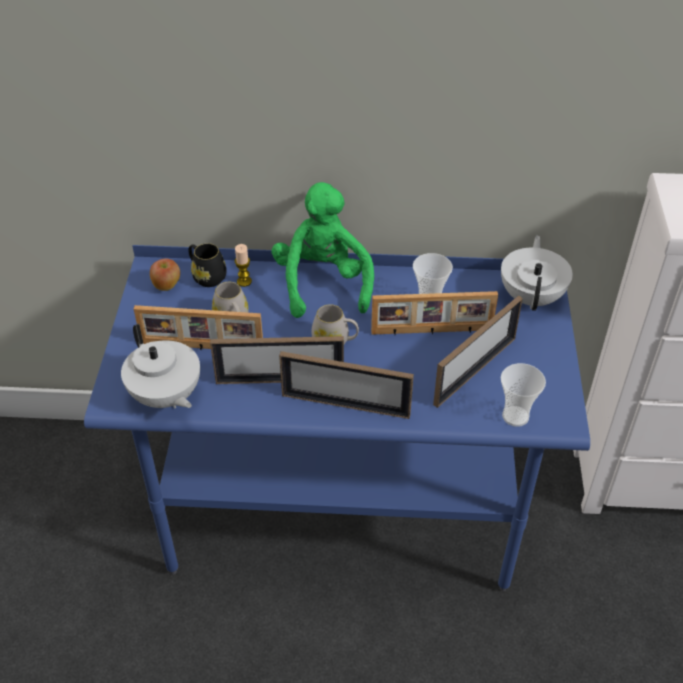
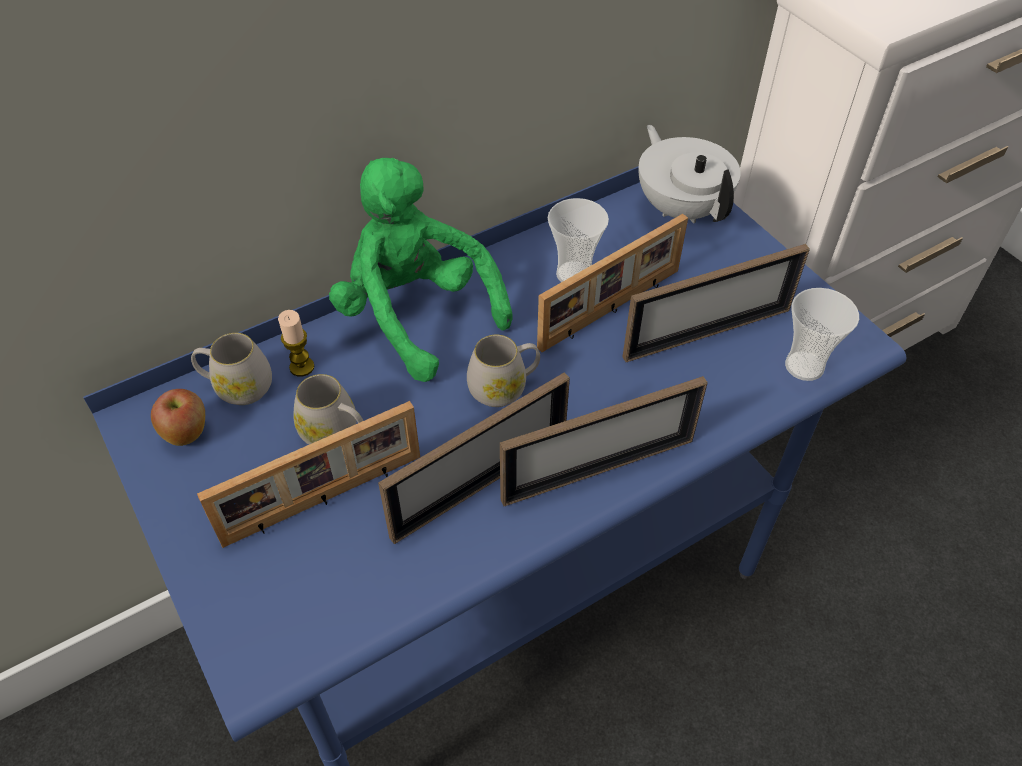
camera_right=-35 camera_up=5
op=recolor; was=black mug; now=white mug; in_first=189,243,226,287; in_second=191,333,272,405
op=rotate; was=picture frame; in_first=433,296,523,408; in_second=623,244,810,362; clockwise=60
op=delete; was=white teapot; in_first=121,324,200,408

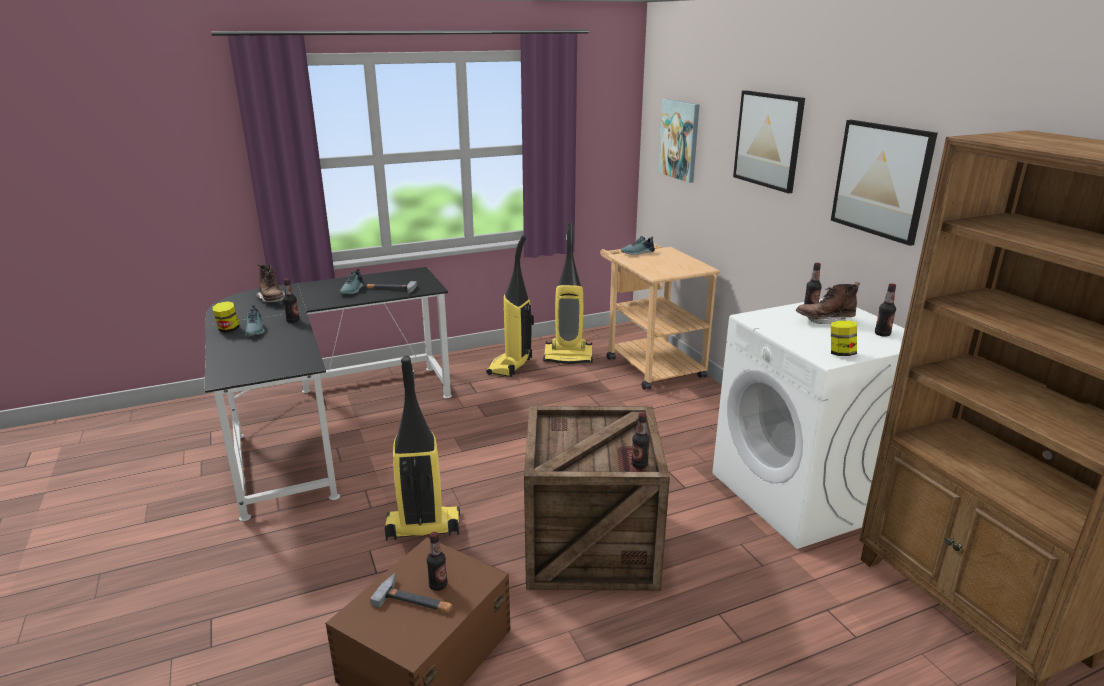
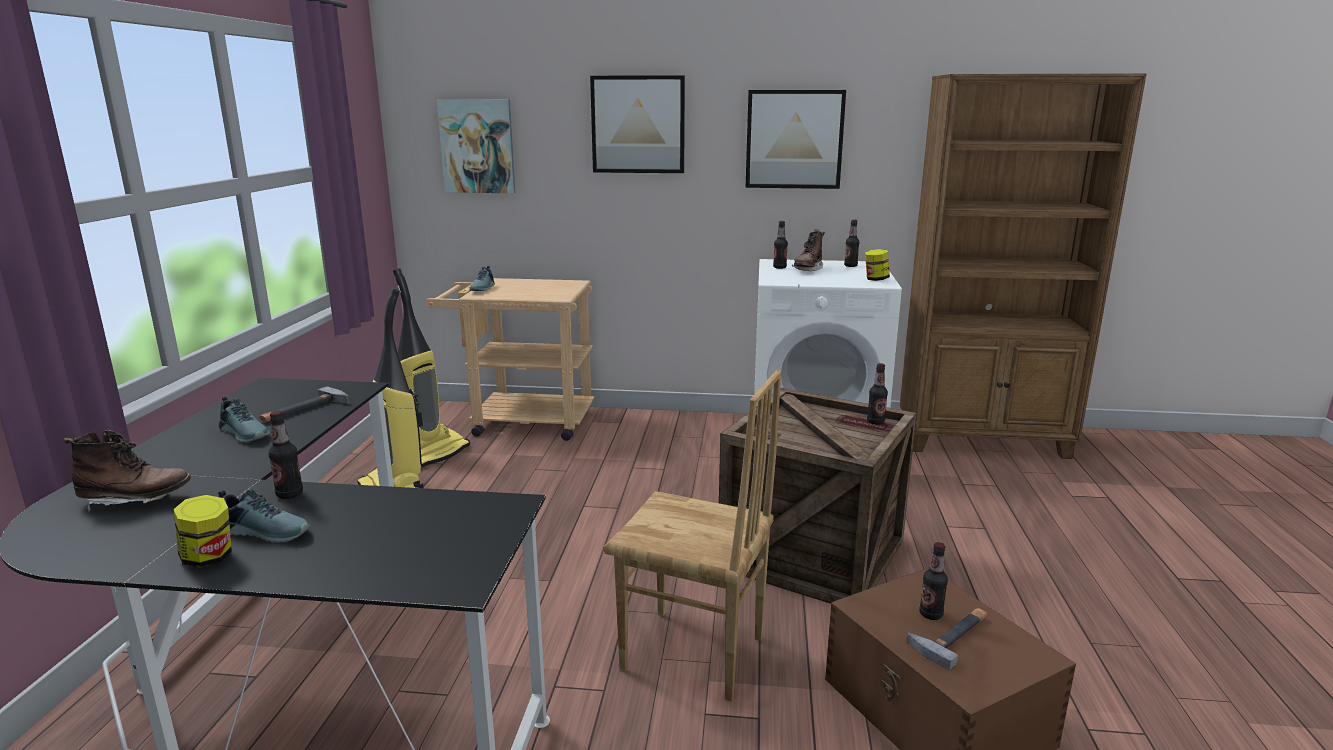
camera_right=-60 camera_up=-5
op=replace; was=vacuum cleaner; now=brown chair; in_first=384,356,460,541; in_second=604,370,781,702

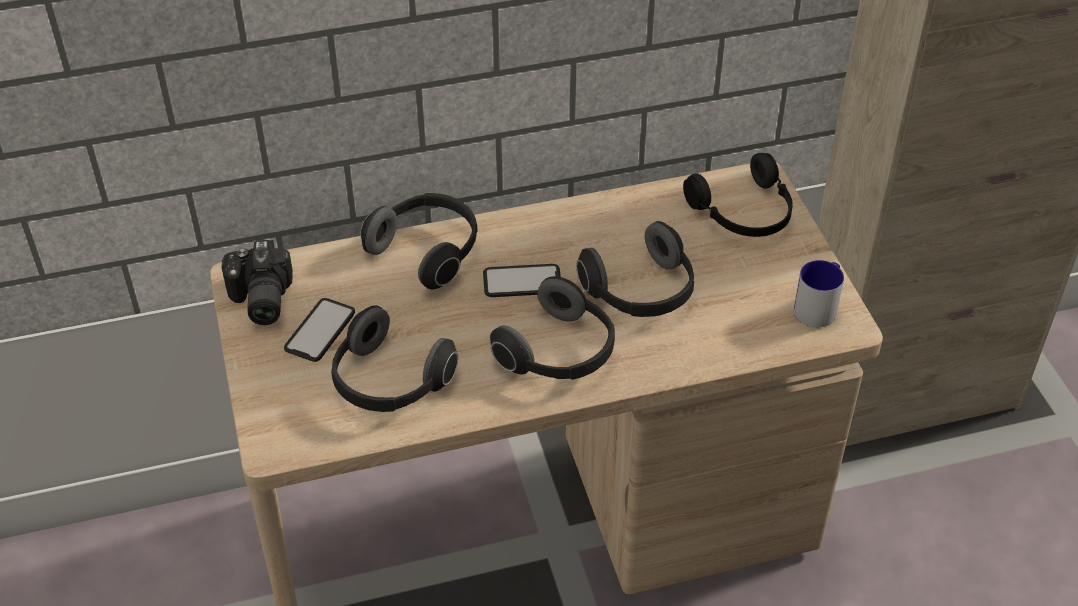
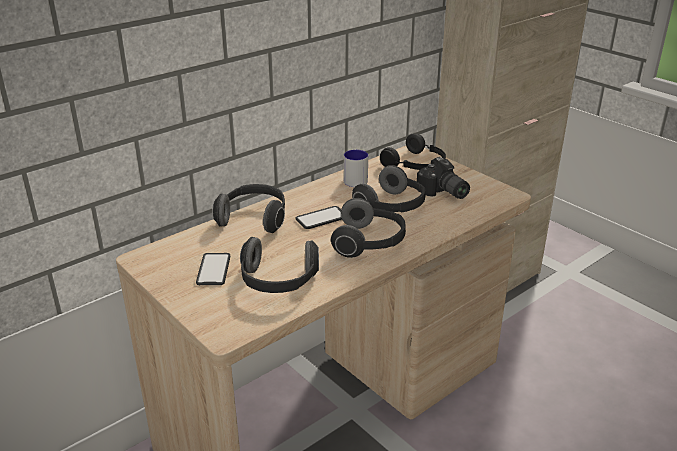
camera_right=-25 camera_up=-15
op=move; was=mug; in_first=793,260,844,328; in_second=344,150,368,187
op=move; was=photo camera; in_first=222,240,293,325; in_second=417,157,470,199

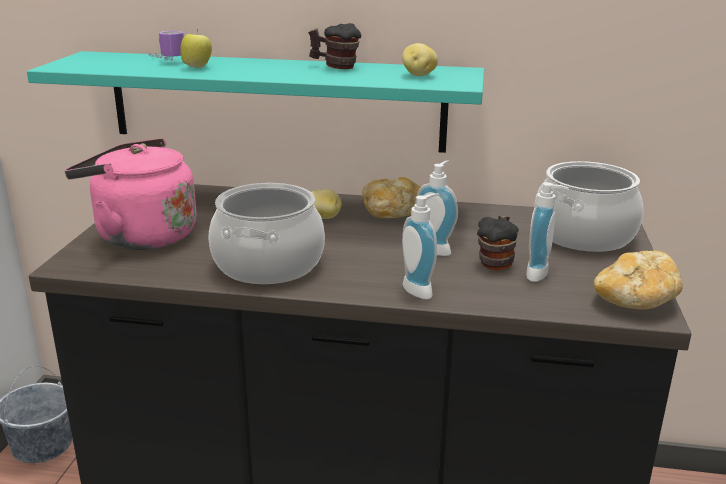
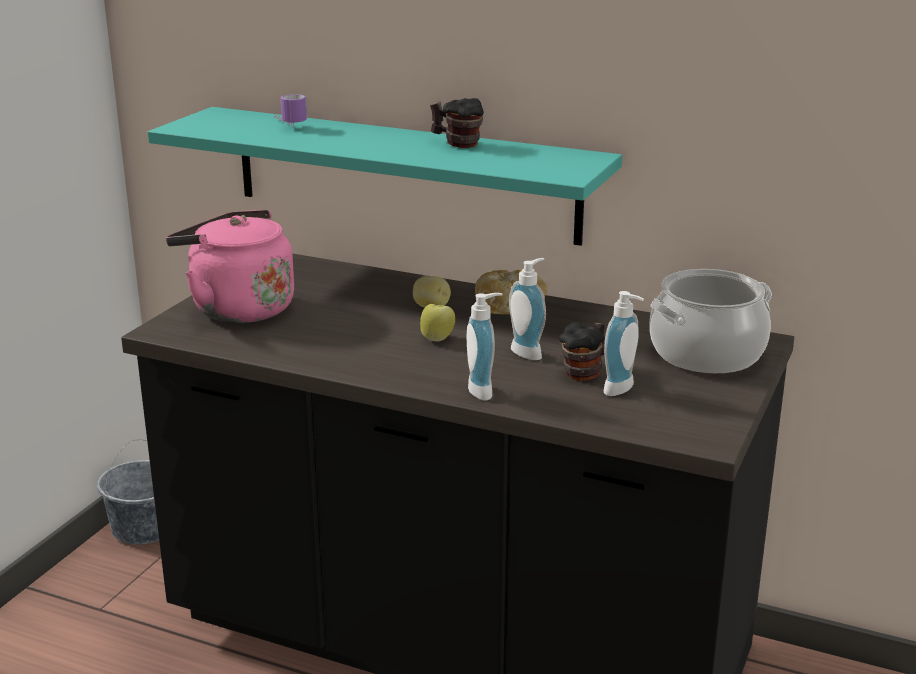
camera_right=15 camera_up=0
op=move; was=apple; in_first=180,29,212,68; in_second=420,304,455,342
op=delete; was=cooking pot; in_first=208,183,325,284
op=delete; was=potato; in_first=402,43,438,76
op=delete; was=bread; in_first=594,251,683,310

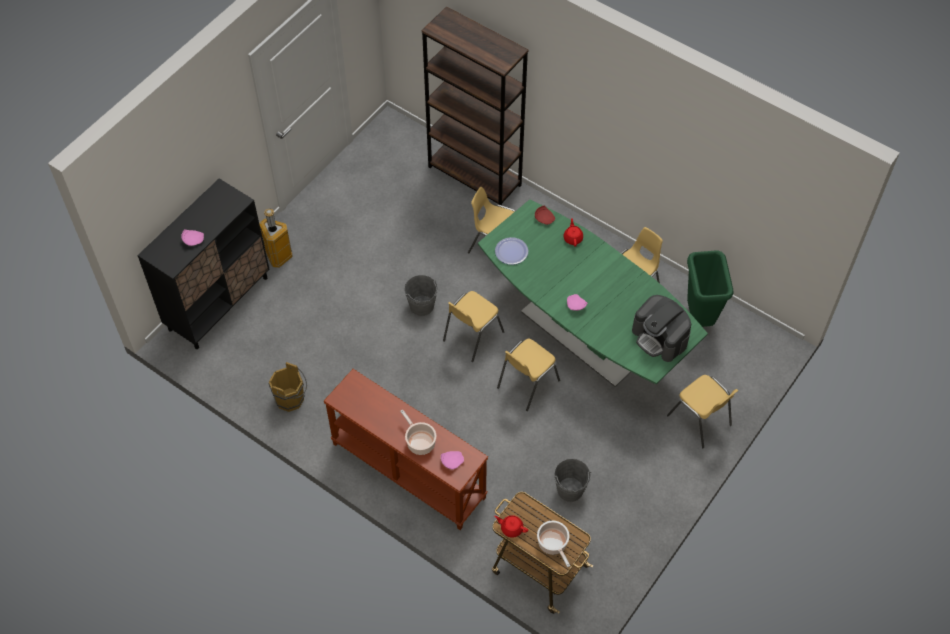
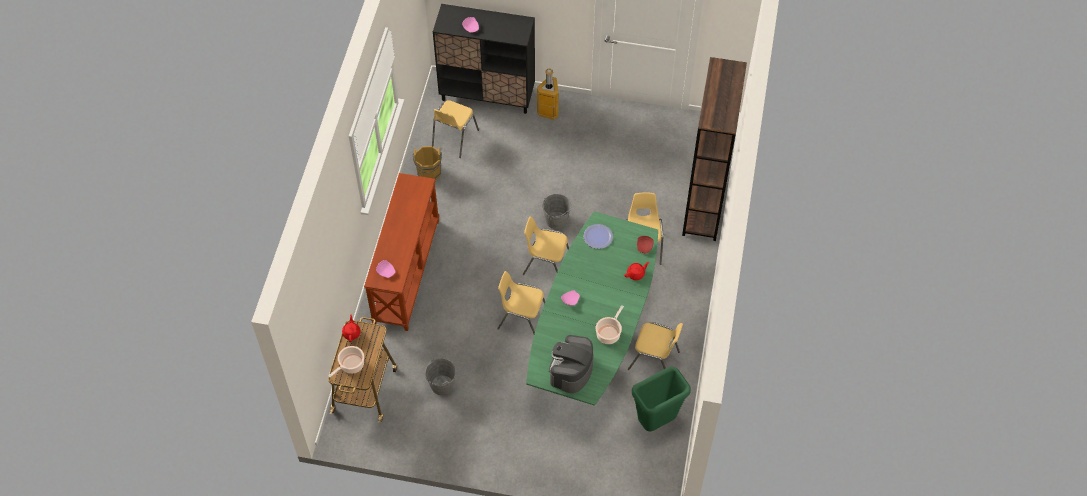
camera_right=65 camera_up=0
op=move; was=yellow chair; in_first=667,375,738,448; in_second=432,100,479,158
op=move; was=cooking pot; in_first=400,409,436,455; in_second=596,305,624,344

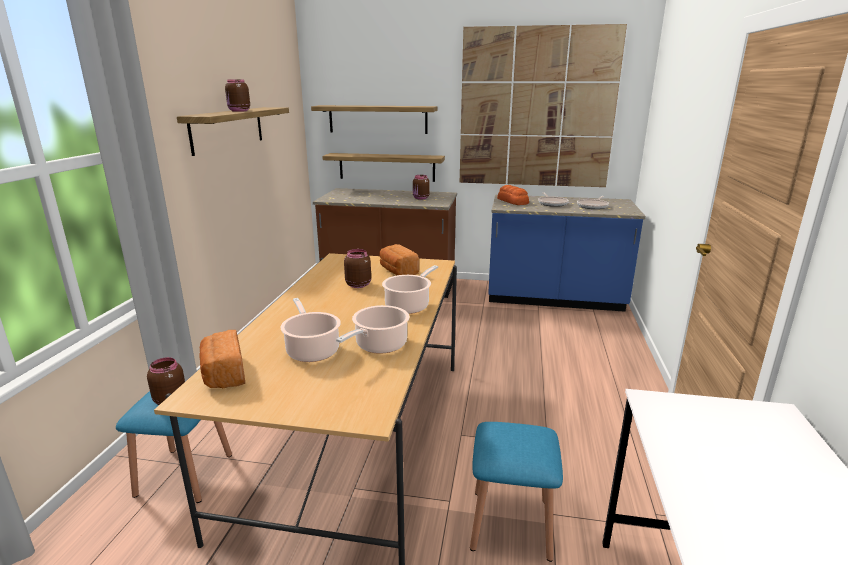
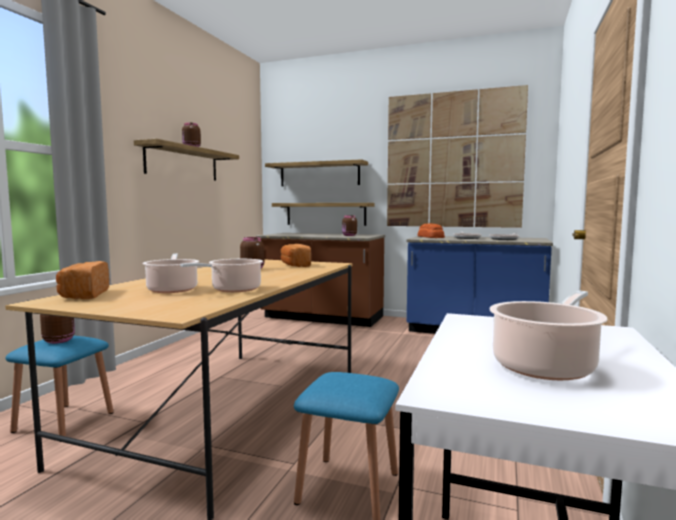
camera_right=10 camera_up=-15
op=move; was=cooking pot; in_first=382,265,438,314; in_second=489,291,608,380

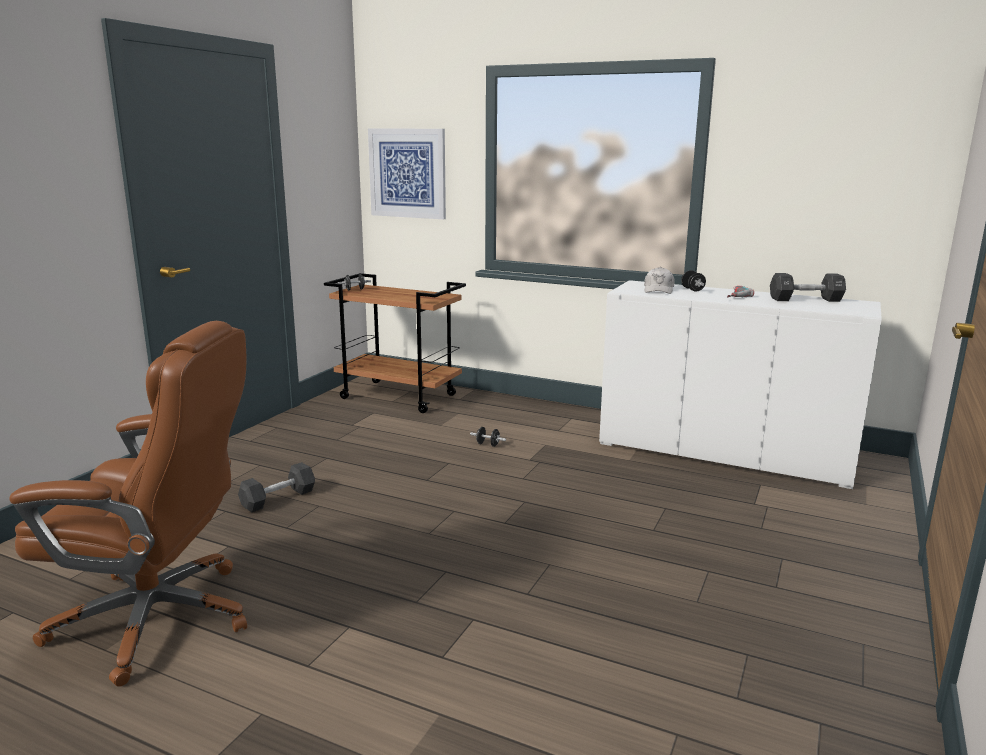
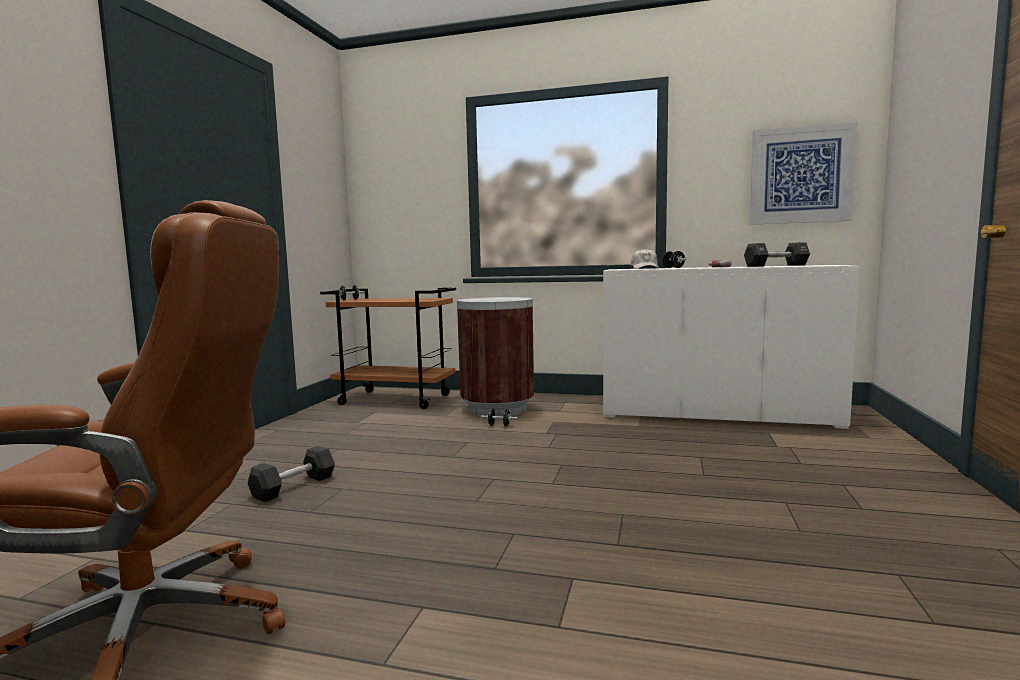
camera_right=-10 camera_up=-10
op=insert; now=brown trash can; in_second=457,297,534,416
op=move; was=picture; in_first=368,128,446,219; in_second=750,122,858,225

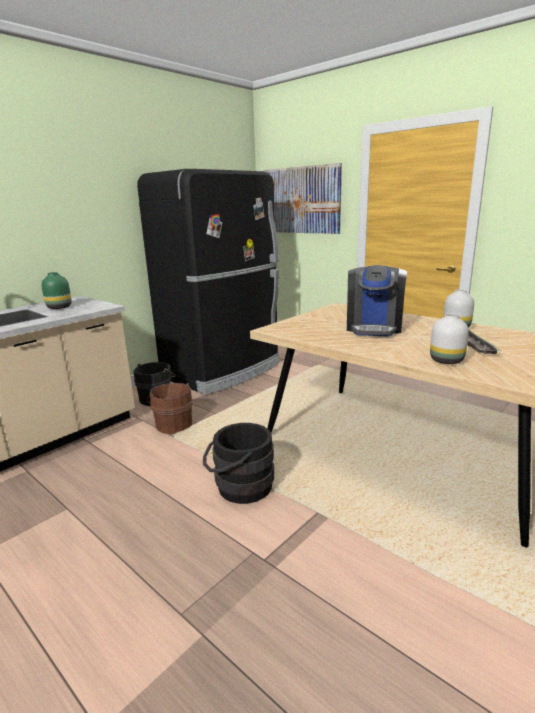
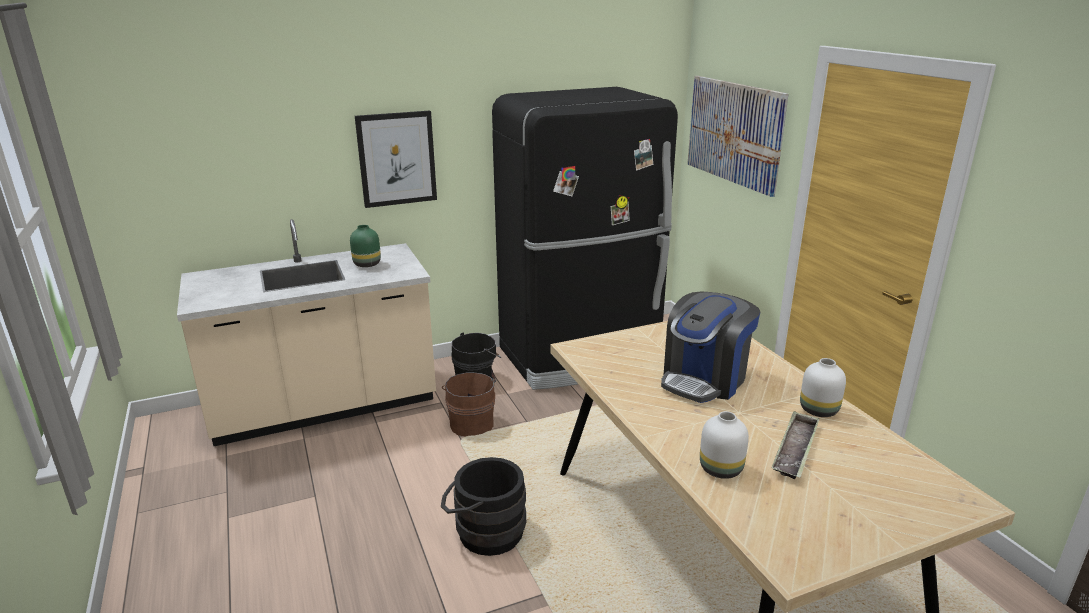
camera_right=25 camera_up=5
op=insert; now=picture; in_second=355,111,437,208

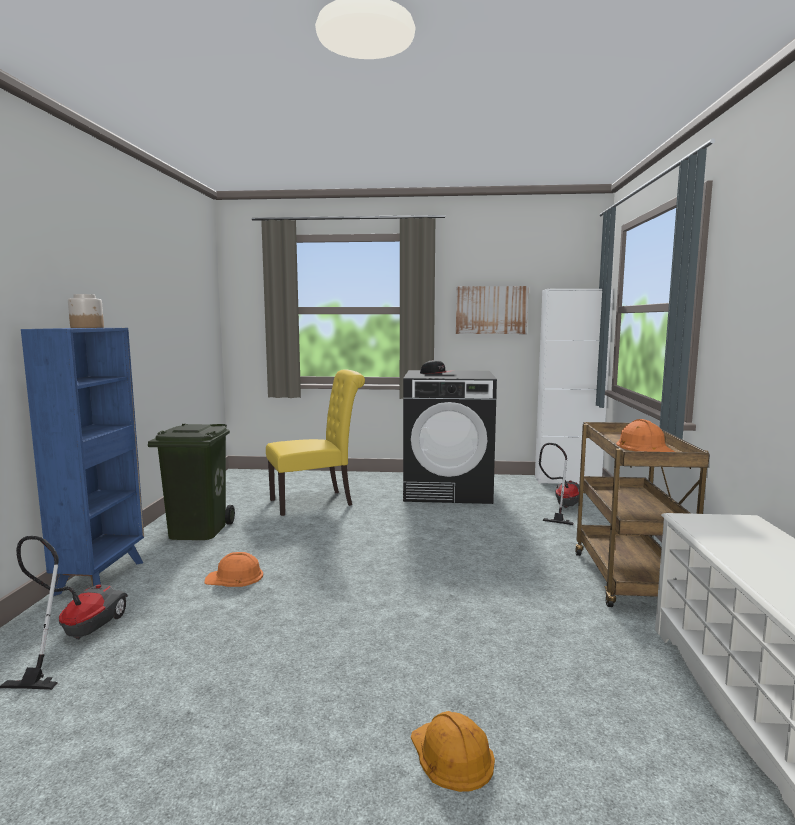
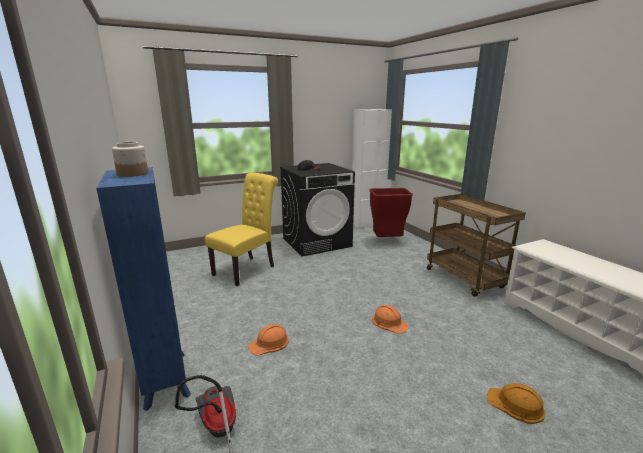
camera_right=-30 camera_up=10
op=replace; was=vacuum cleaner; now=red trash can; in_first=539,443,579,525; in_second=369,188,413,237
op=move; was=orange hard hat; in_first=616,419,675,452; in_second=372,305,409,334
op=delete; was=green trash can; in_first=148,424,235,540
op=delete; was=picture; in_first=456,286,529,334

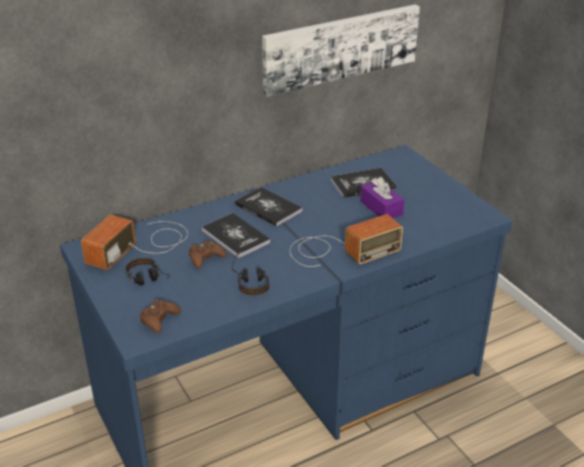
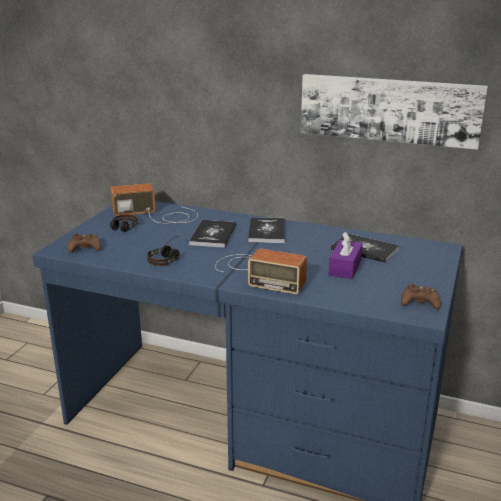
camera_right=50 camera_up=-10
op=move; was=brown game controller; in_first=189,240,227,269; in_second=401,283,441,309

